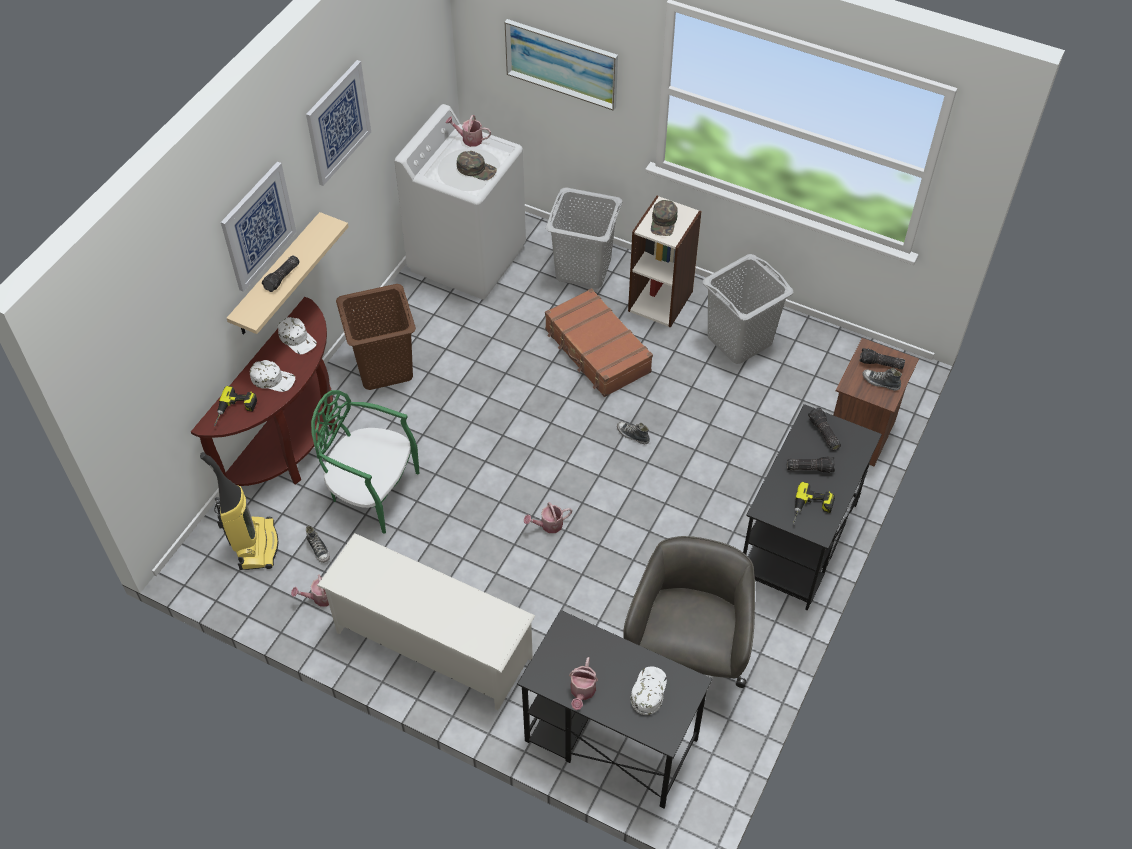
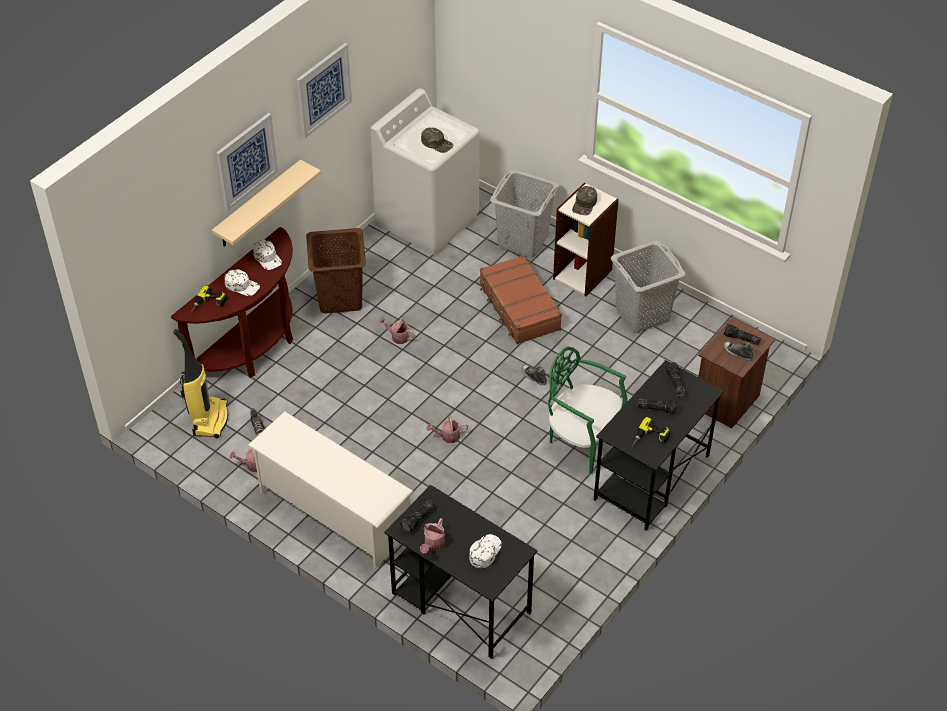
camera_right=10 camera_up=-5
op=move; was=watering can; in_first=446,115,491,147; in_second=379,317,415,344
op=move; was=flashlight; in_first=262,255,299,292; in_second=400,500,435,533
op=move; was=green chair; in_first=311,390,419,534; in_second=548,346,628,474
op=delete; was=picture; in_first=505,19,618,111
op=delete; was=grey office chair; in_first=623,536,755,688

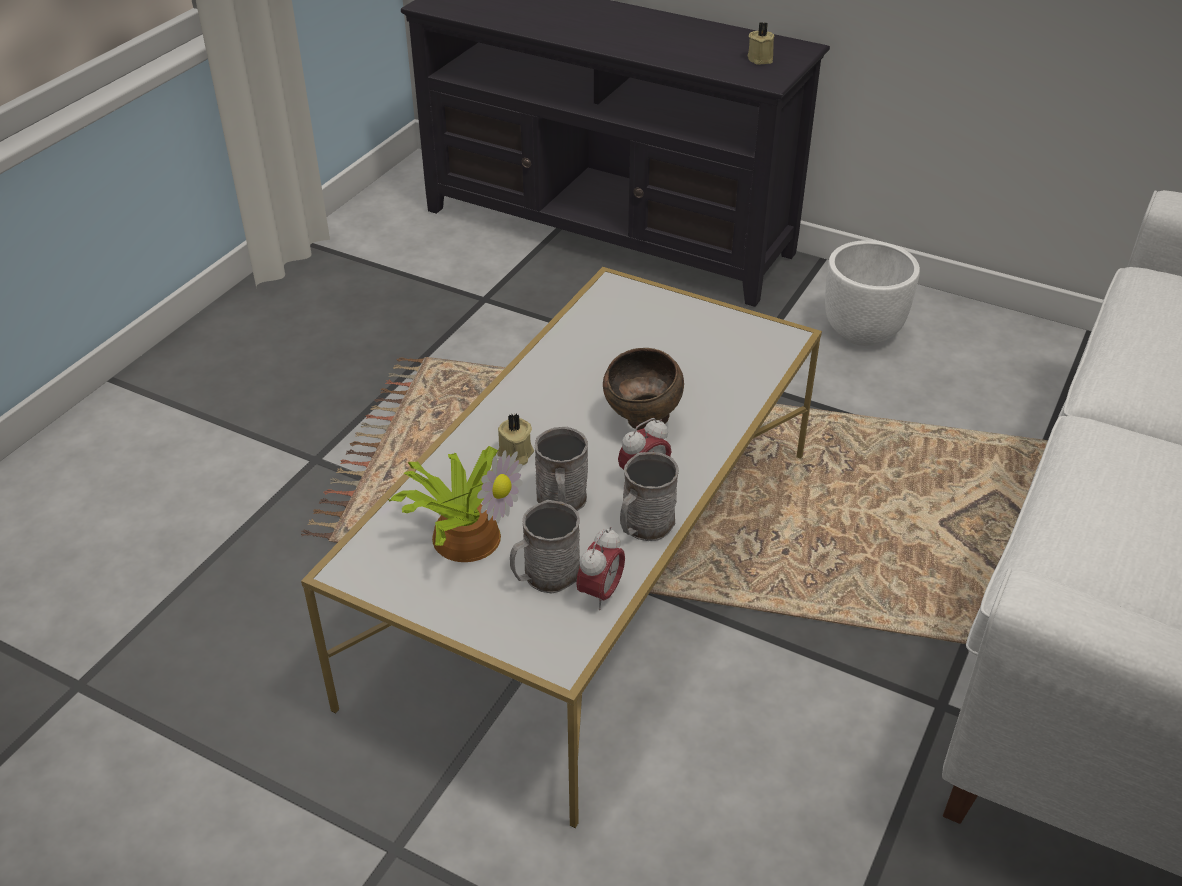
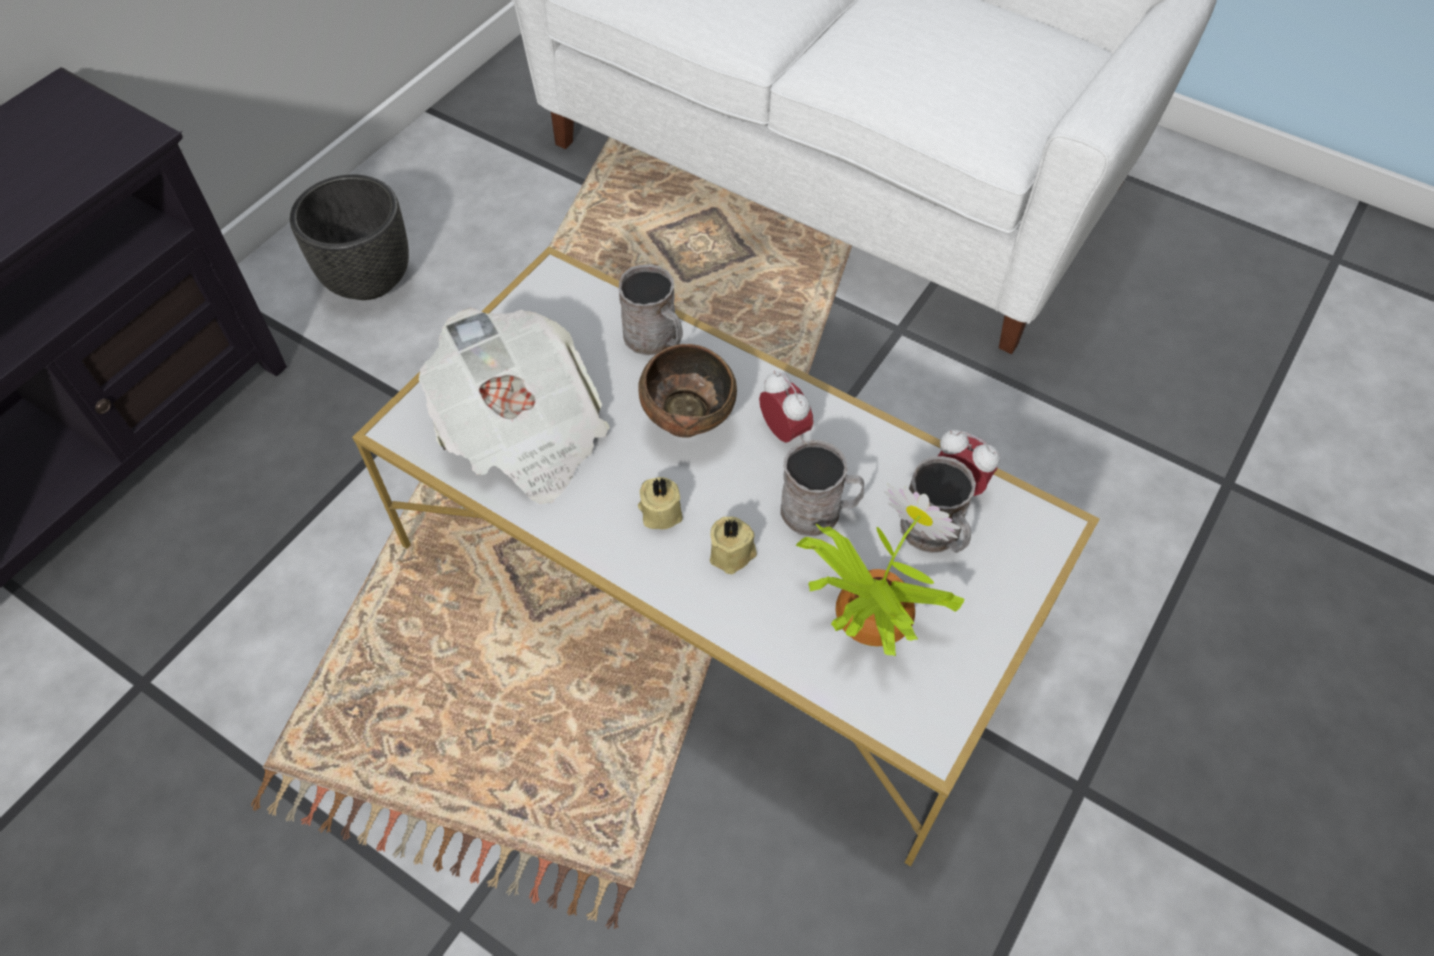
camera_right=-85 camera_up=15
op=recolor; was=white planter; now=black planter; in_first=825,240,920,346; in_second=290,174,409,300
op=insert; now=newspaper; in_second=419,308,610,504
op=move; was=grey mug; in_first=620,452,679,541; in_second=619,264,683,355
op=move; was=beige candle; in_first=748,22,774,65; in_second=638,477,683,529

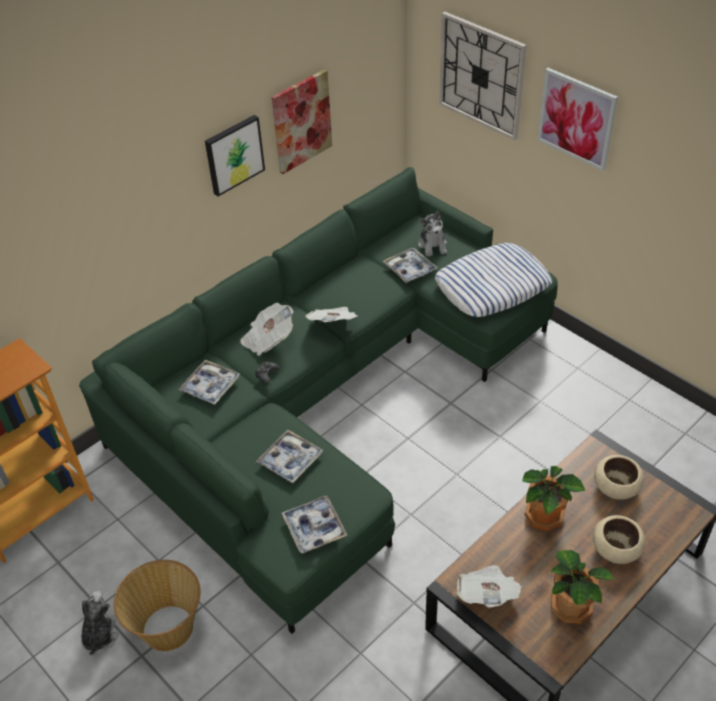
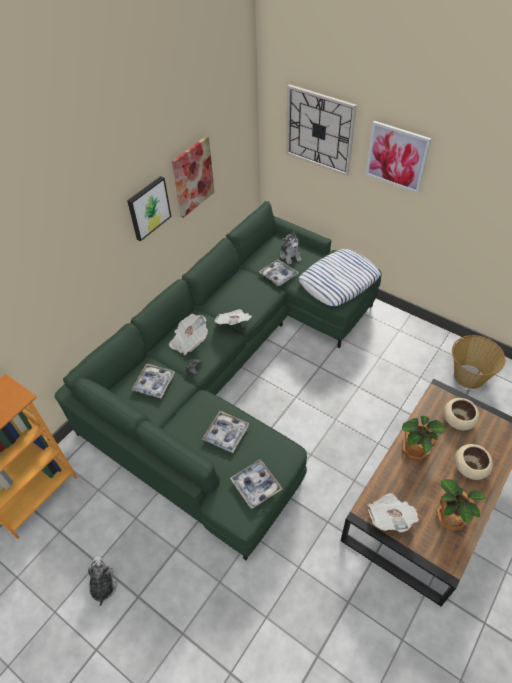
camera_right=-10 camera_up=5
op=move; was=basket; in_first=114,560,201,651; in_second=452,335,505,389

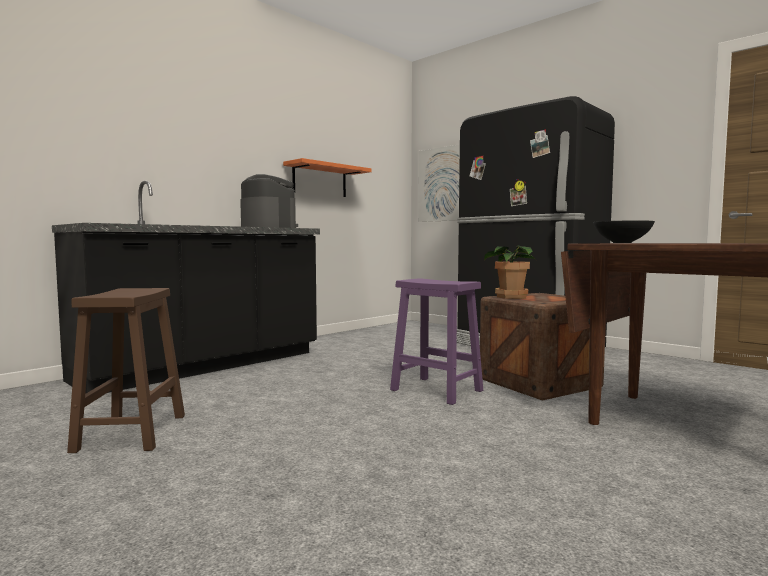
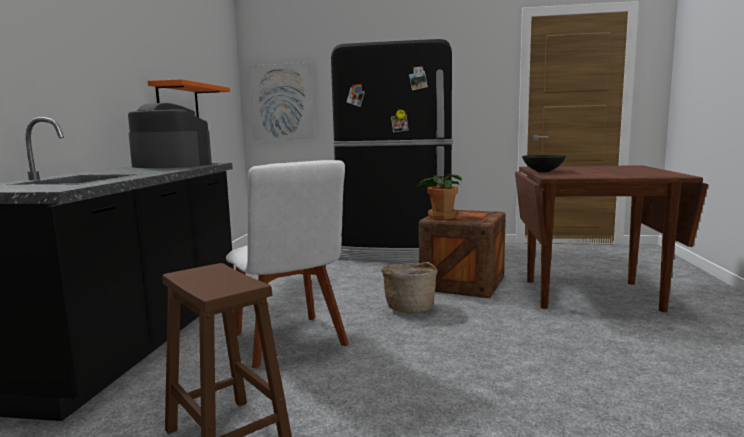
camera_right=-35 camera_up=5
op=insert; now=white chair; in_second=226,160,349,368
op=replace; was=purple stool; now=basket; in_first=390,278,483,405; in_second=381,262,438,313

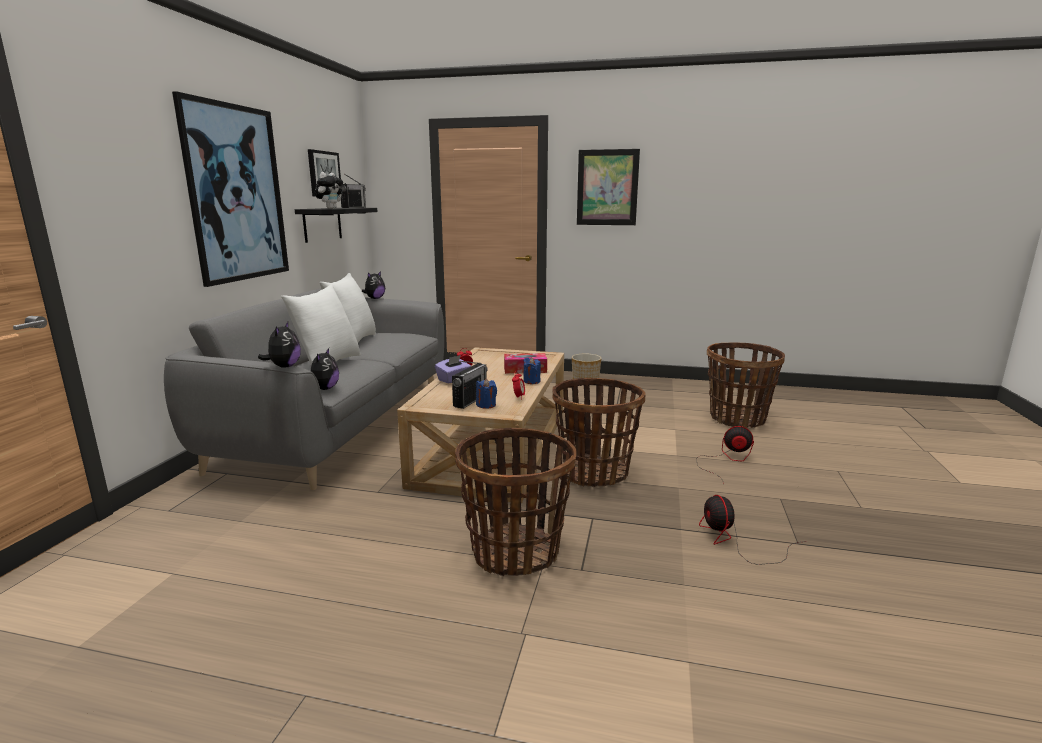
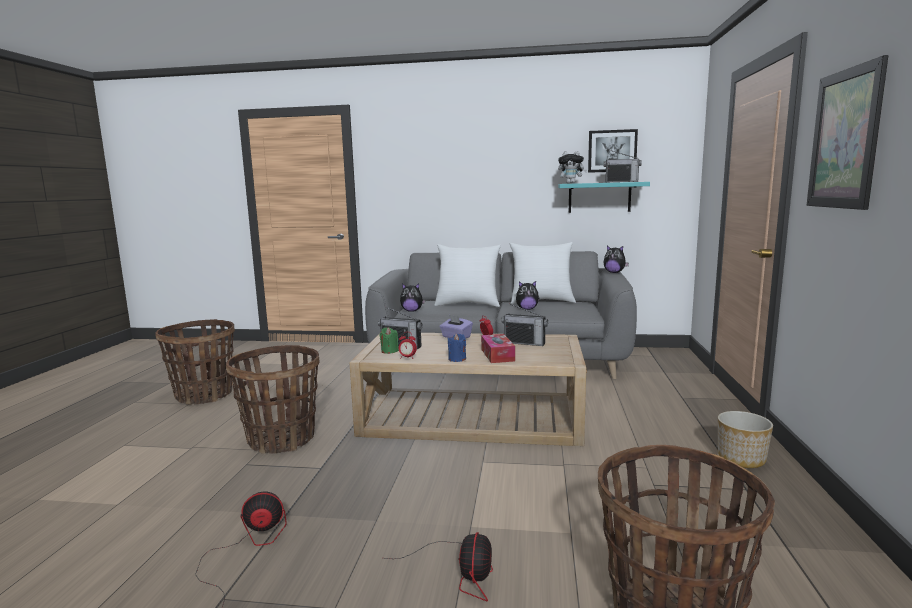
camera_right=85 camera_up=-5
op=move; was=basket; in_first=552,378,646,487; in_second=155,319,235,405
op=recolor; was=blue candle; now=green candle; in_first=476,379,497,409; in_second=379,327,399,354
op=insert; now=radio; in_second=501,303,548,346
op=move; was=plush toy; in_first=258,322,301,368; in_second=516,281,540,310
op=recolor; was=black shelf; now=turquoise shelf; in_first=295,208,378,243; in_second=558,182,650,213
op=delete; was=picture; in_first=172,91,289,287

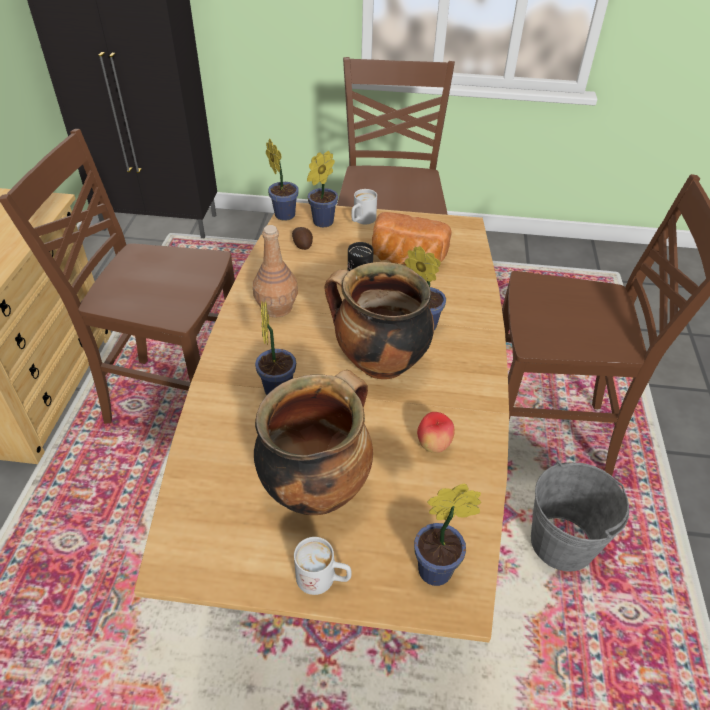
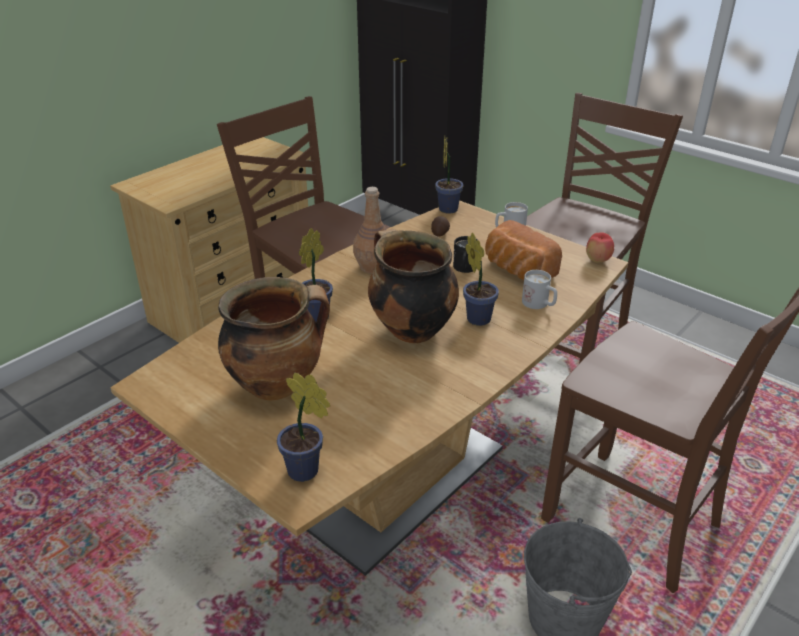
camera_right=35 camera_up=-10
op=move; was=white mug; in_first=294,537,352,595; in_second=522,270,557,309
op=move; was=apple; in_first=417,412,455,453; in_second=586,233,614,263
op=delete; was=potted plant; in_first=307,151,338,227

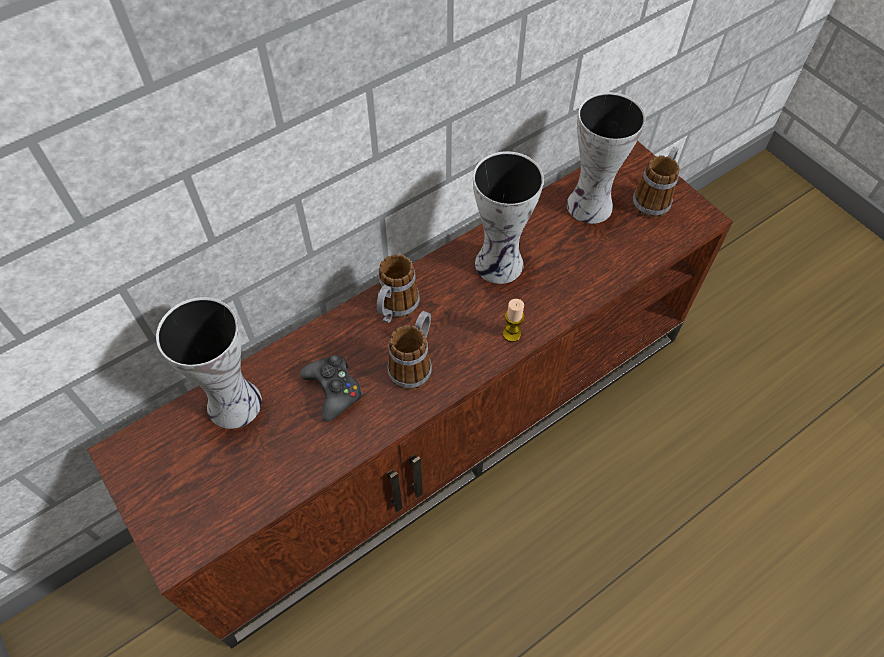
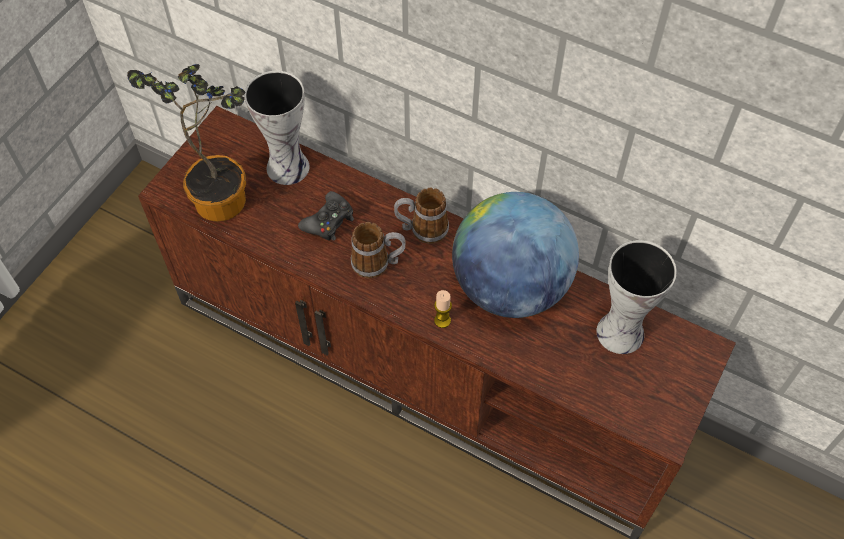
camera_right=65 camera_up=0
op=insert; now=potted plant; in_second=127,64,246,222
op=replace; was=vase; now=globe; in_first=473,151,544,284; in_second=452,192,579,318
op=delete; was=mug; in_first=632,146,680,218

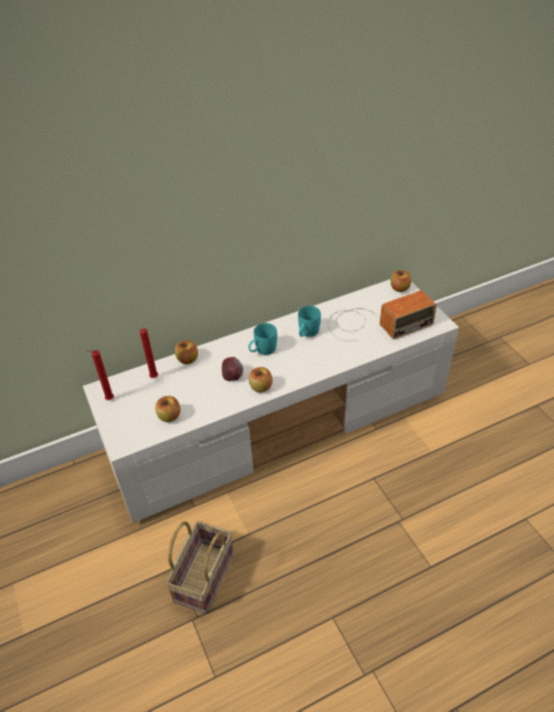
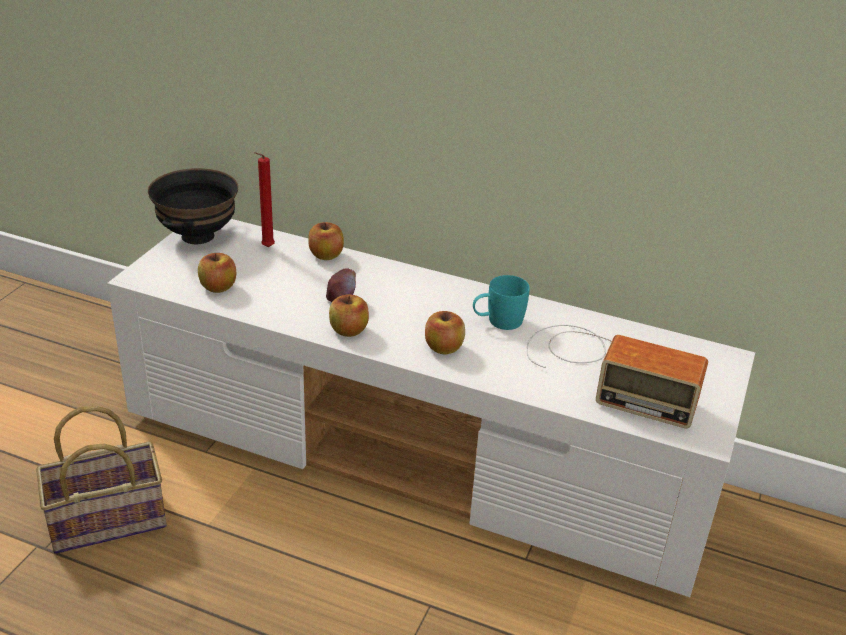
camera_right=45 camera_up=-10
op=replace; was=red candle; now=black bowl; in_first=87,350,114,400; in_second=148,168,238,244
op=move; was=apple; in_first=391,270,411,292; in_second=425,311,465,354
op=delete; was=turquoise mug; in_first=248,323,277,355

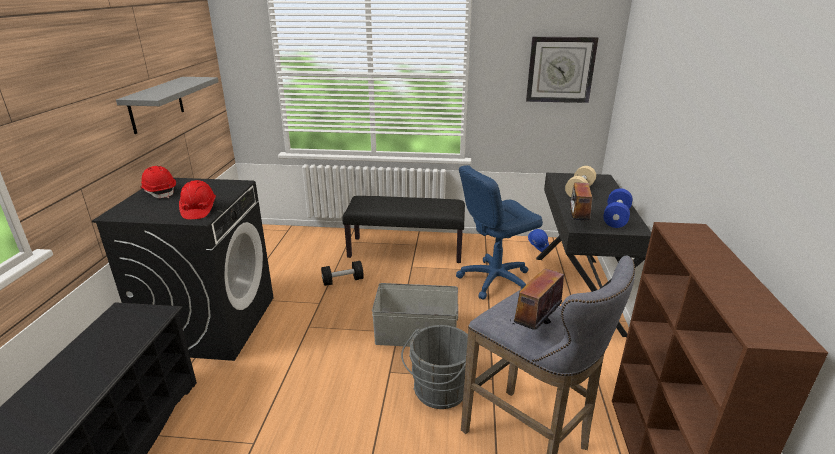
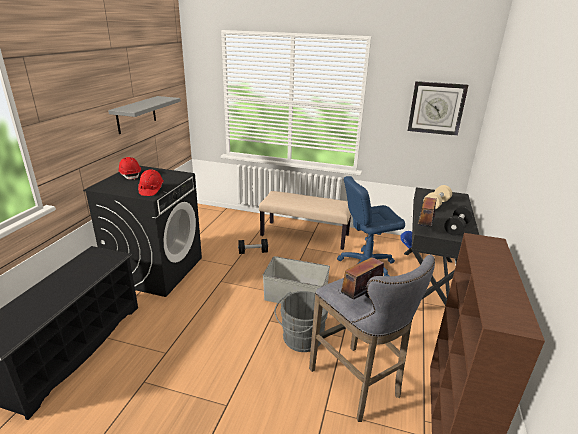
camera_right=10 camera_up=0
op=recolor; was=black bench; now=beige bench; in_first=342,196,465,263; in_second=259,191,351,250
op=recolor; was=blue dumbbell; now=black dumbbell; in_first=603,188,632,228; in_second=444,205,473,236

